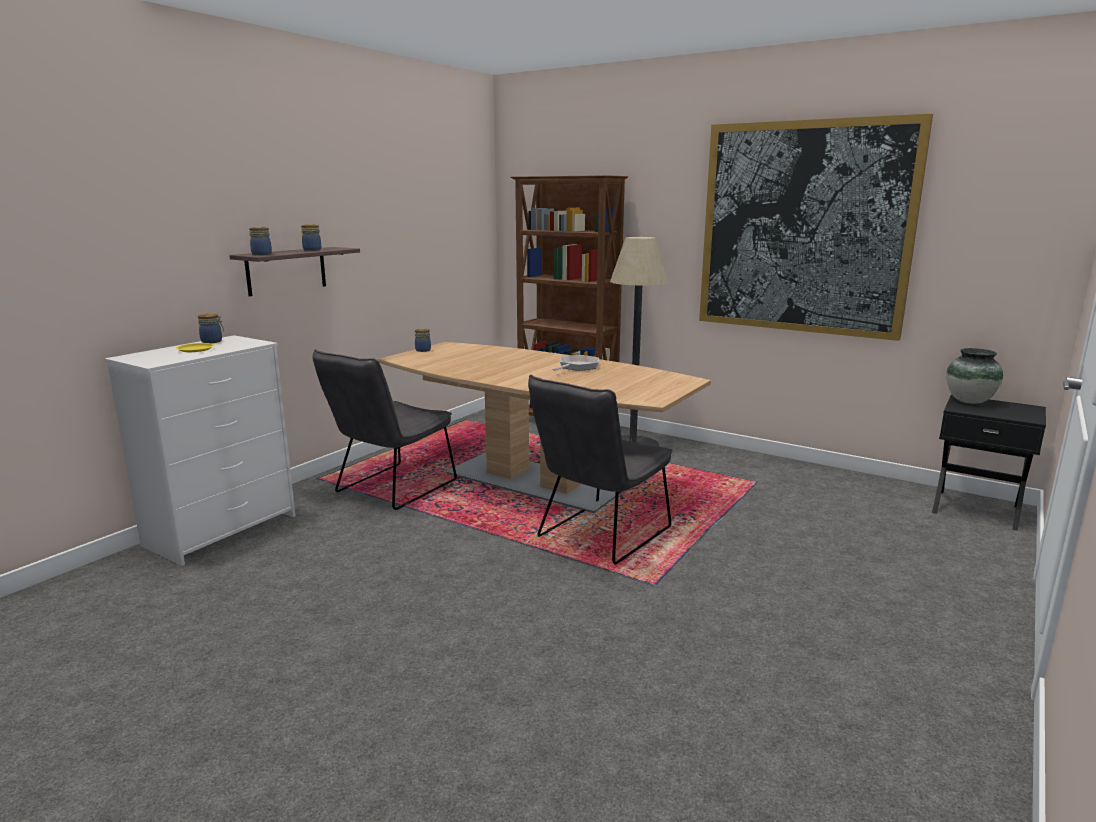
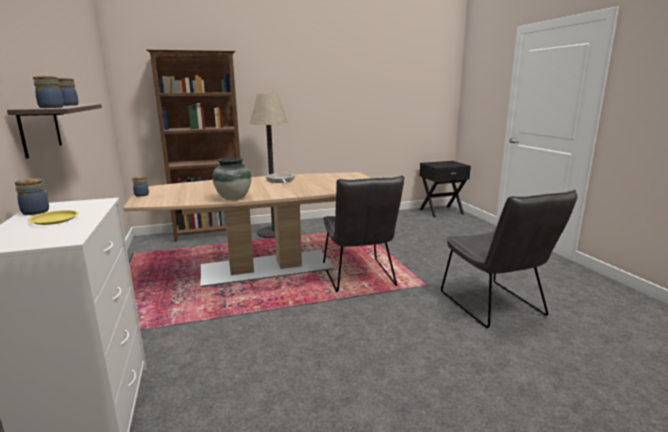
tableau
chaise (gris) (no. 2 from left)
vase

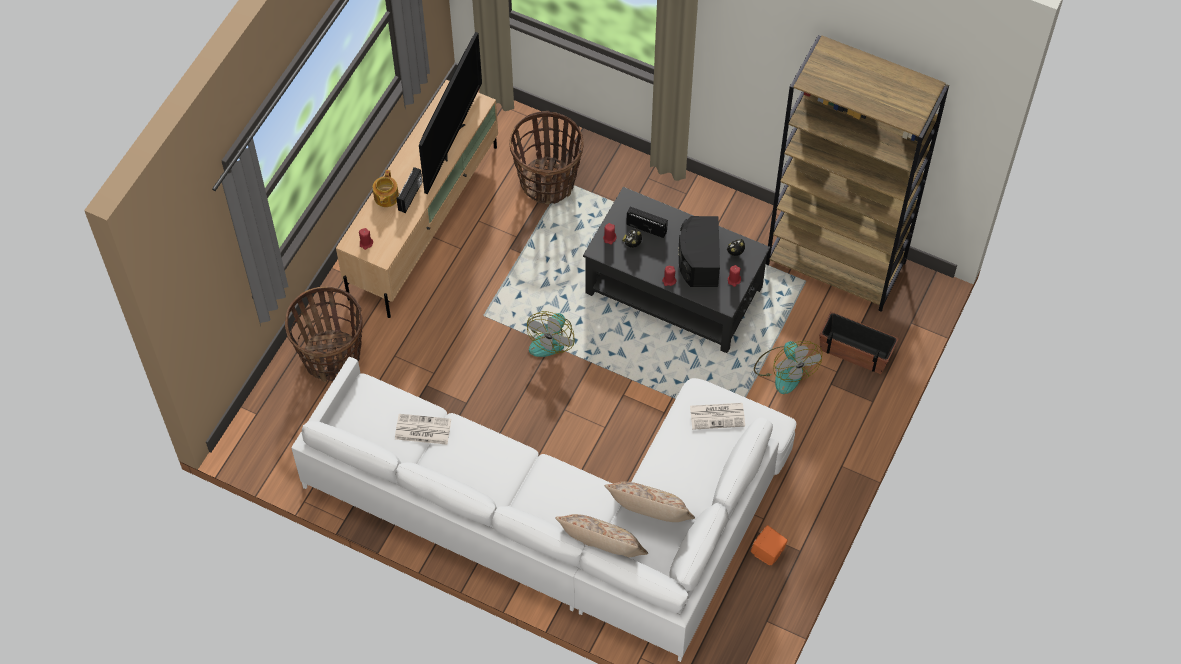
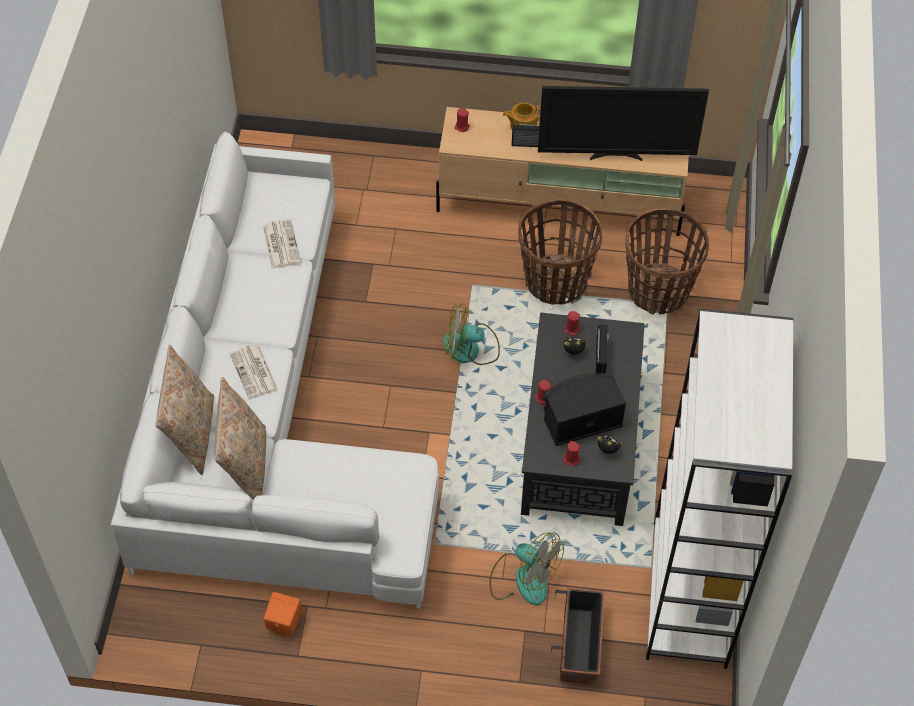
panier (no. 1 from left)
journal (no. 1 from left)
bibliothèque (blanc)
ventilateur (no. 2 from left)

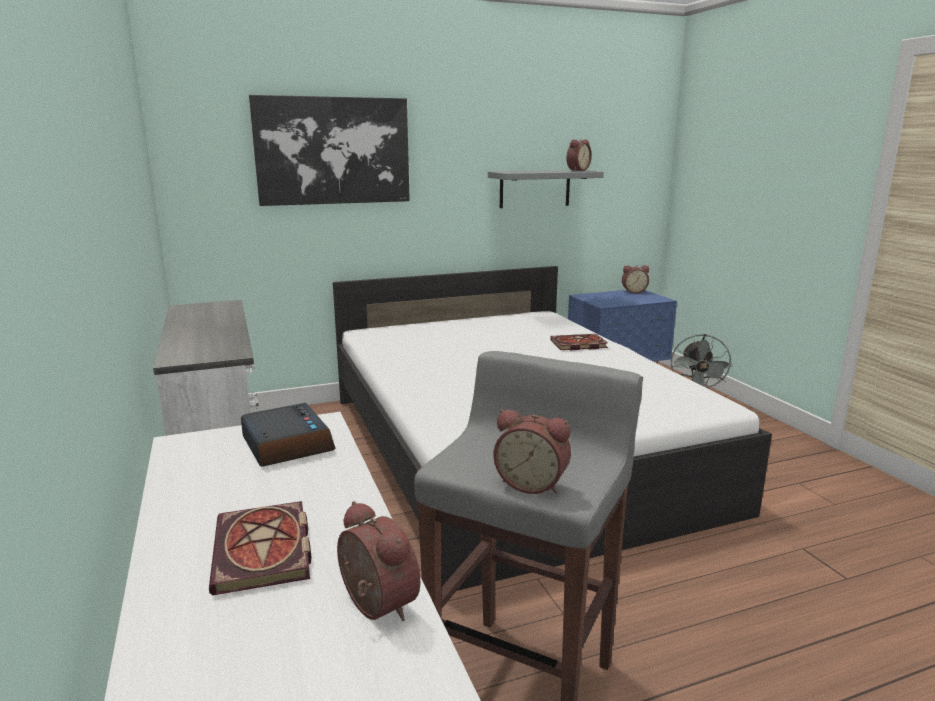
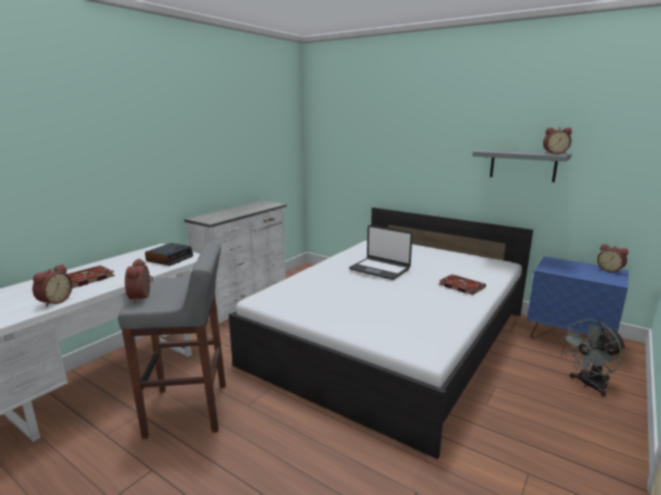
tableau
ordinateur portable

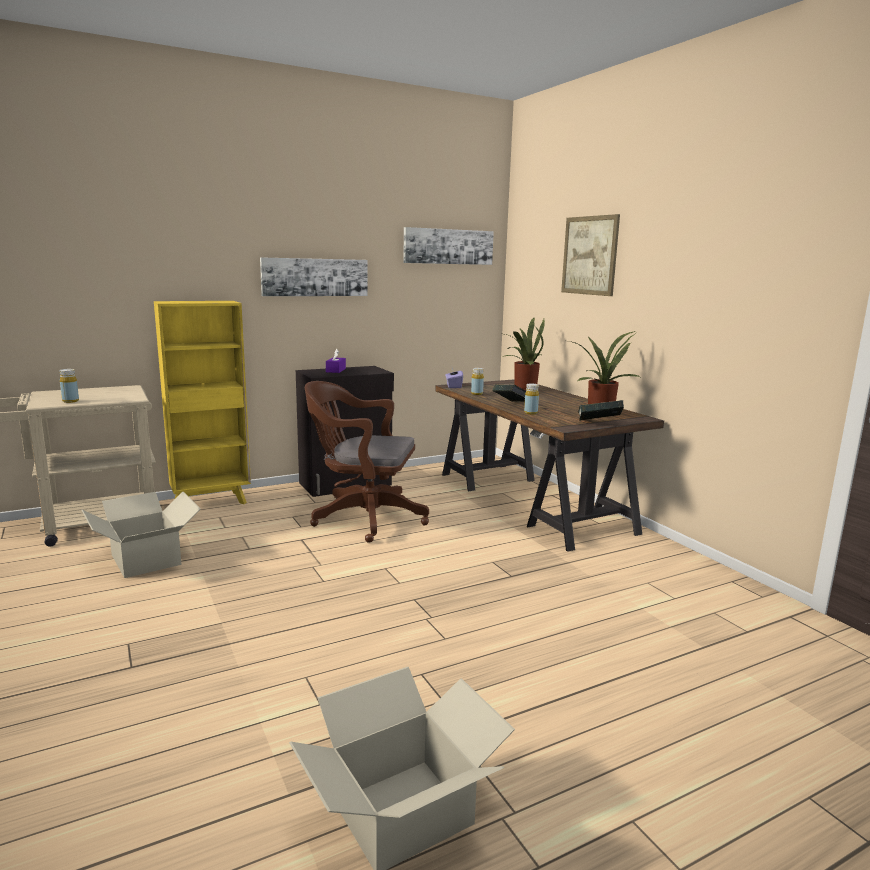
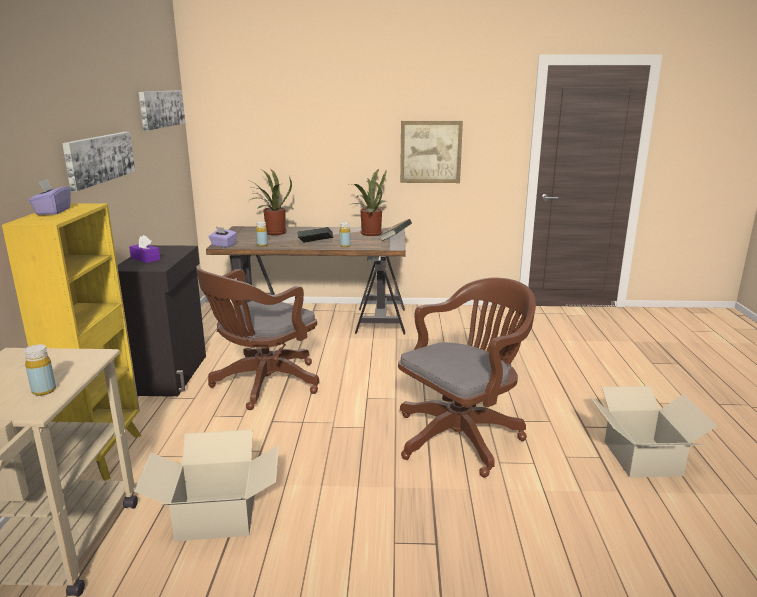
boîte à mouchoirs (violet) (no. 1 from left)
chaise de bureau (marron) (no. 2 from left)
tableau (no. 3 from left)

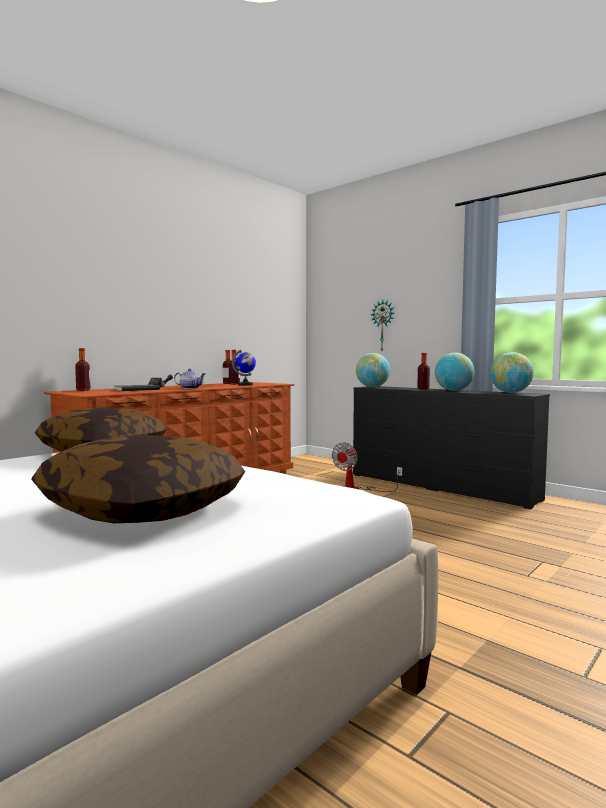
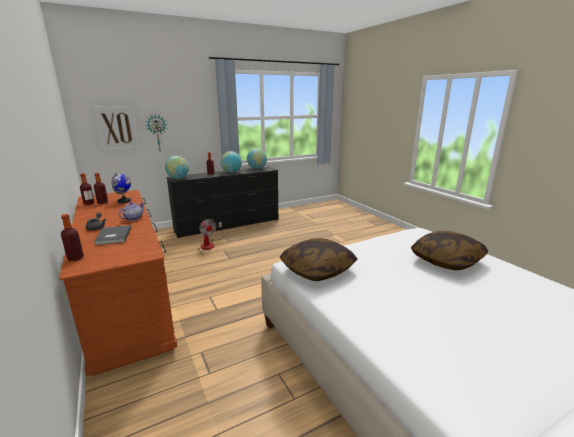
tableau

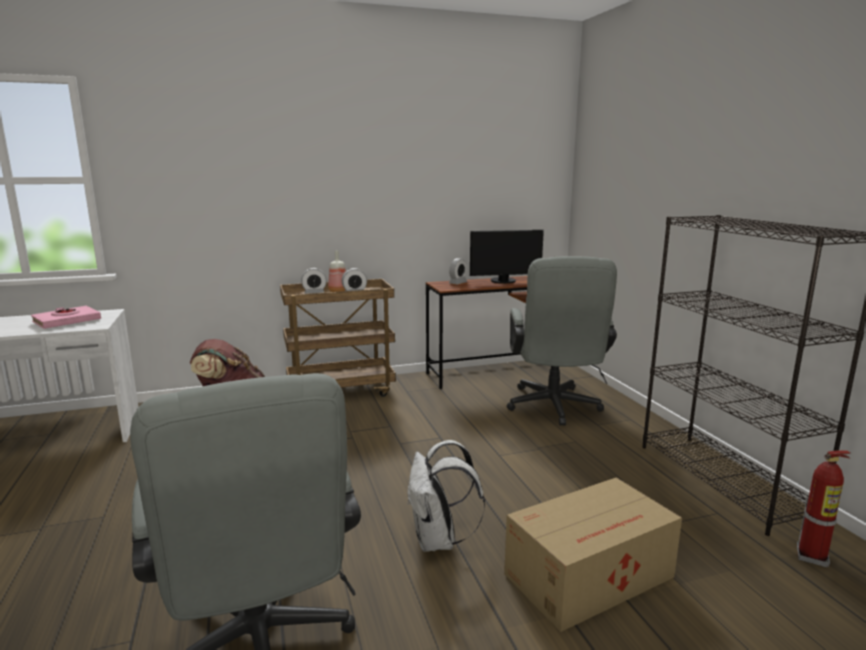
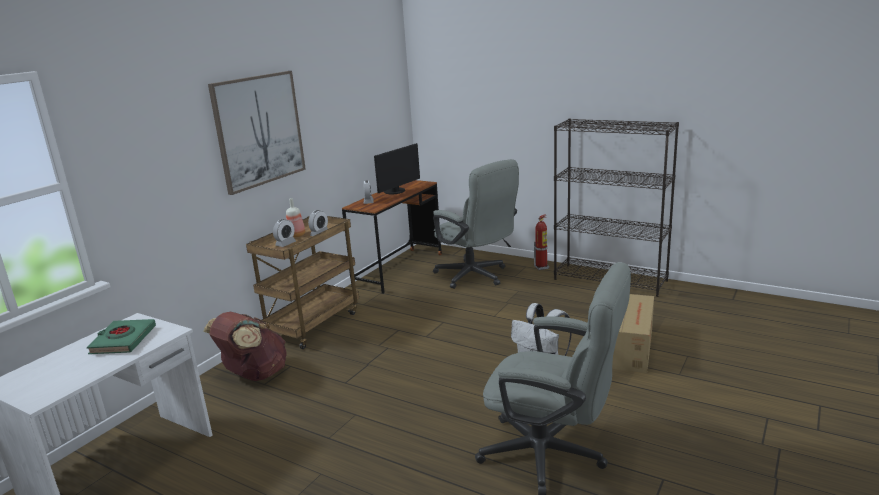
tableau
extincteur
livre (vert)

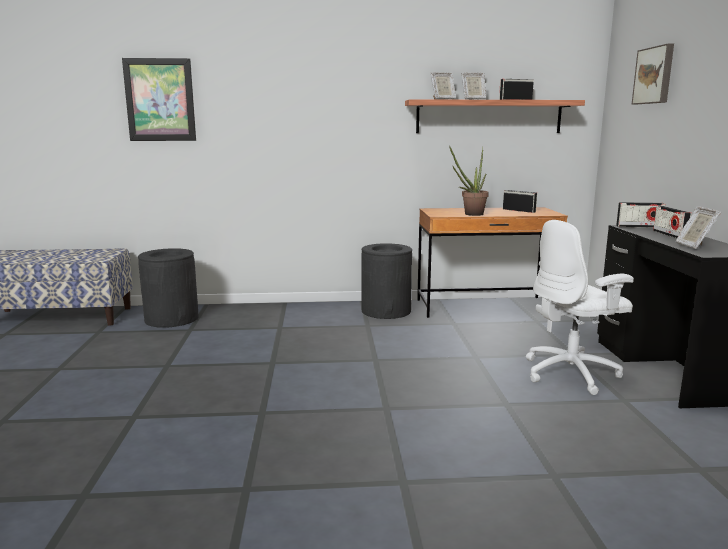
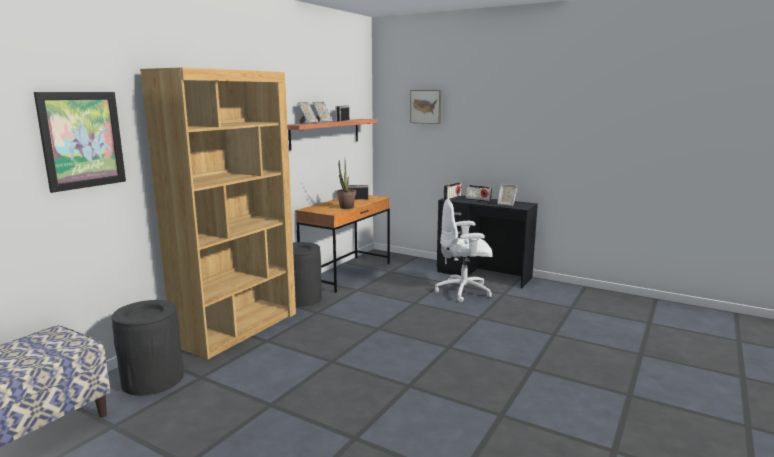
bibliothèque (marron)
chaise de bureau (blanc)

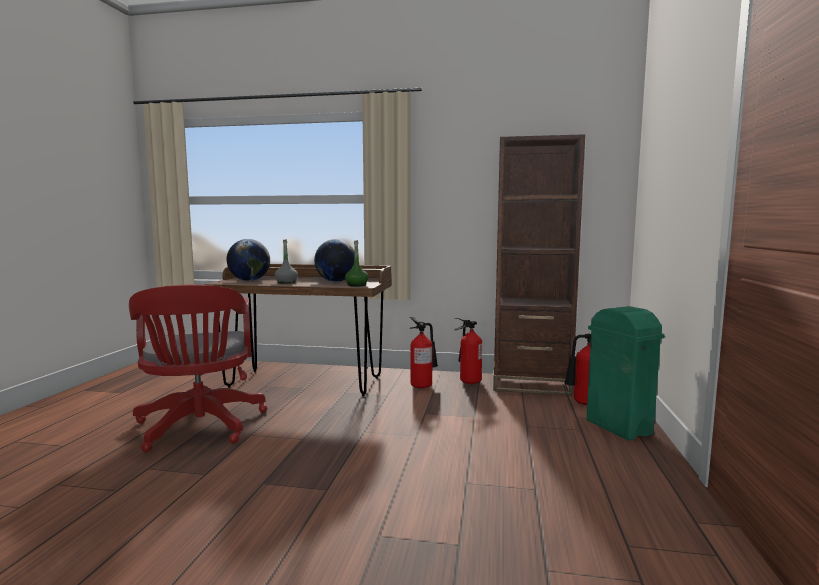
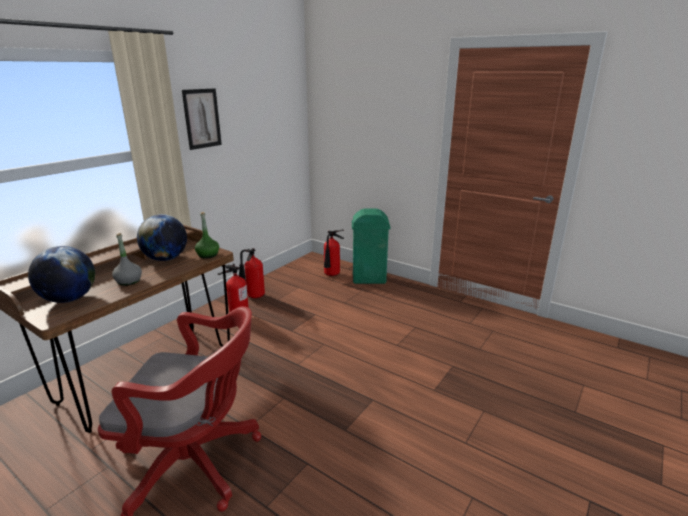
bibliothèque (marron)
tableau

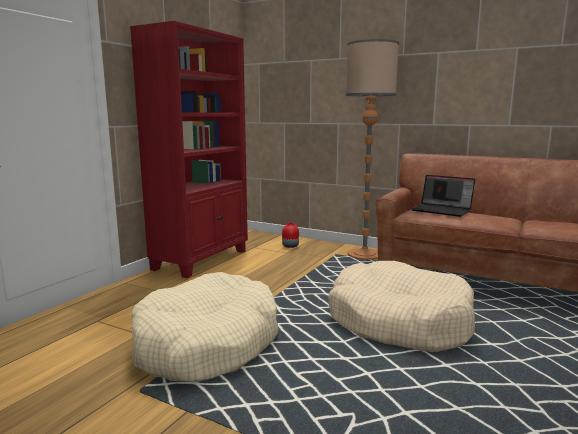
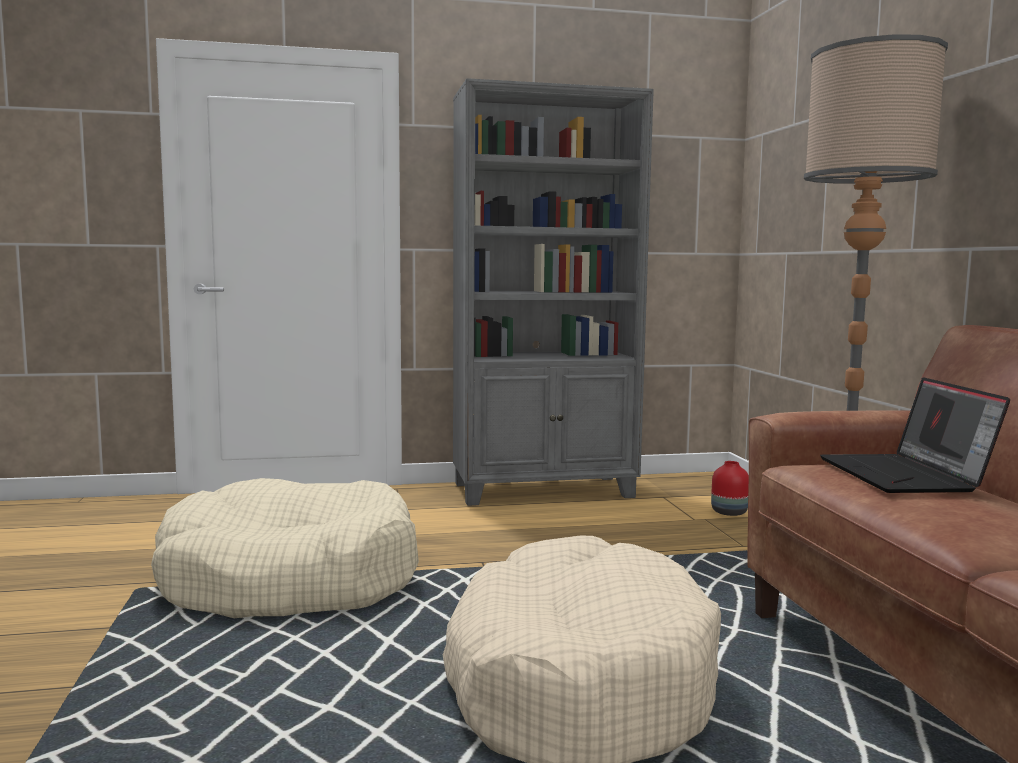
bibliothèque (gris)

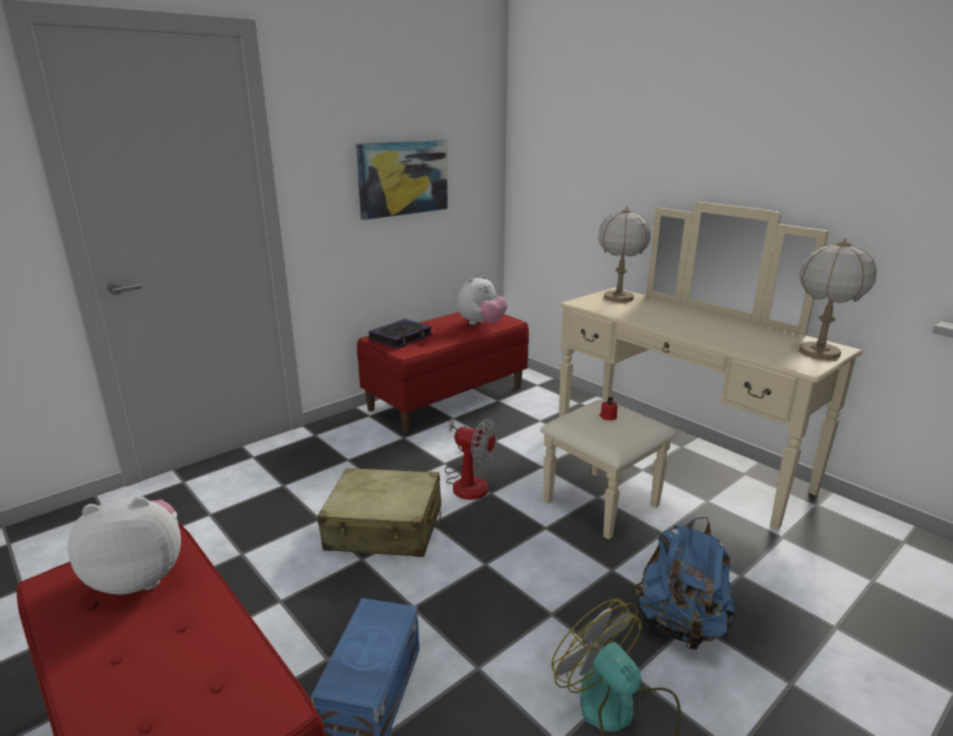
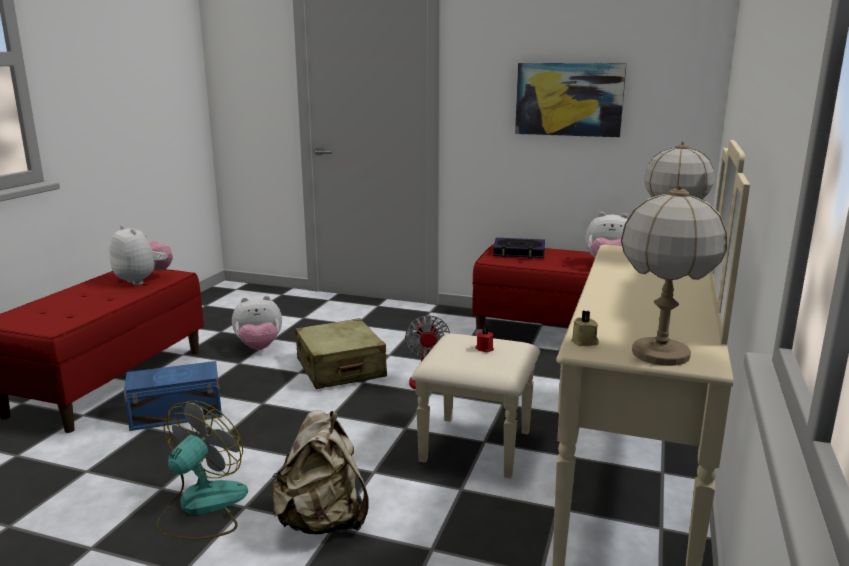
peluche (no. 2 from left)
bougie (beige)
sac à dos (beige)

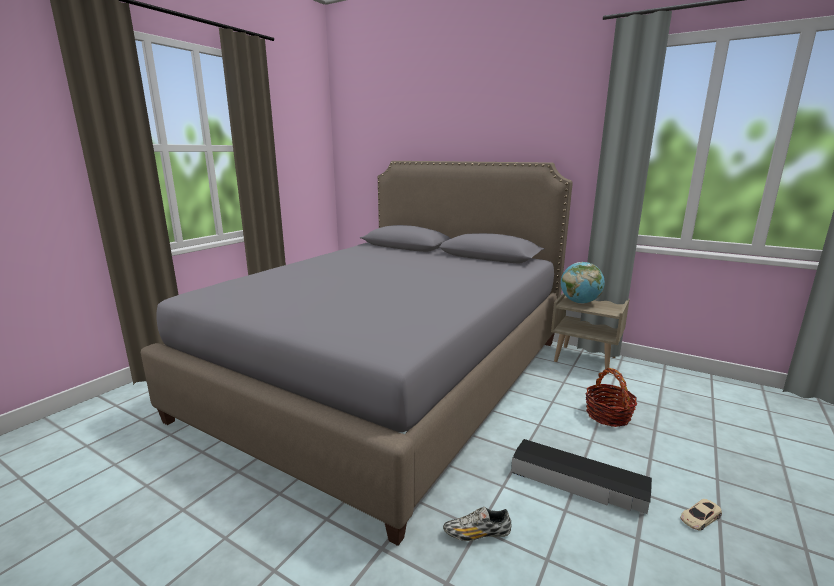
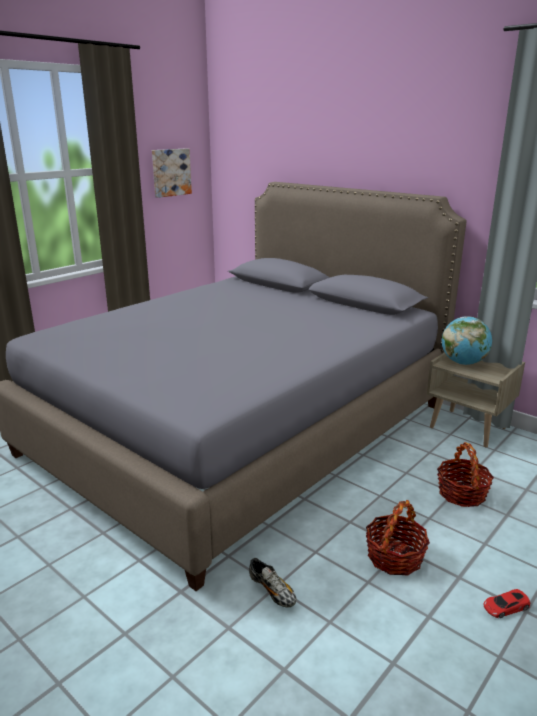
tableau
panier (no. 1 from left)
petite voiture (rouge)
chaussure

